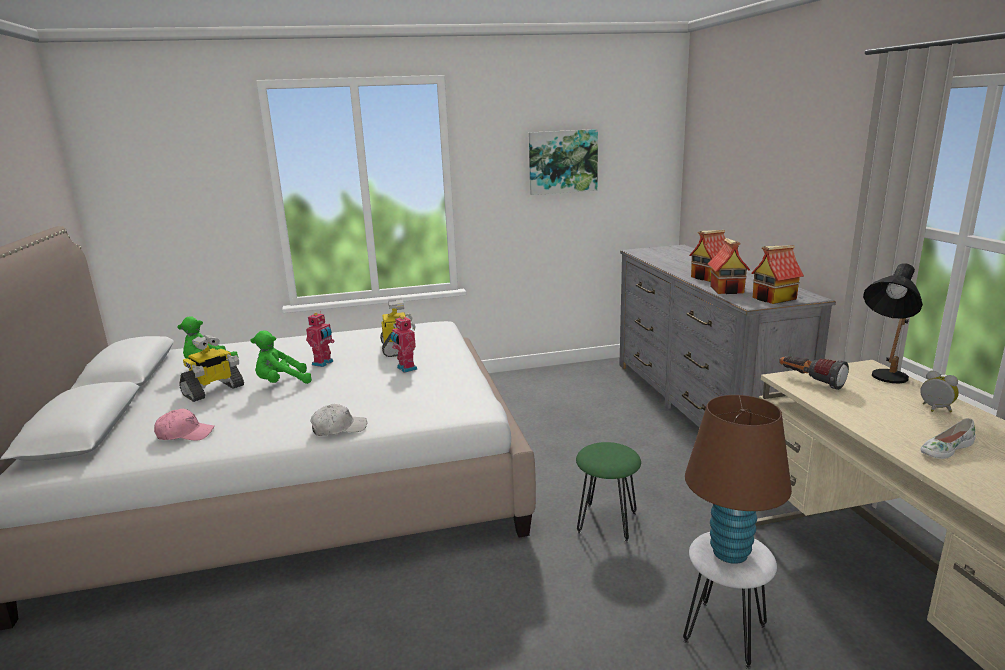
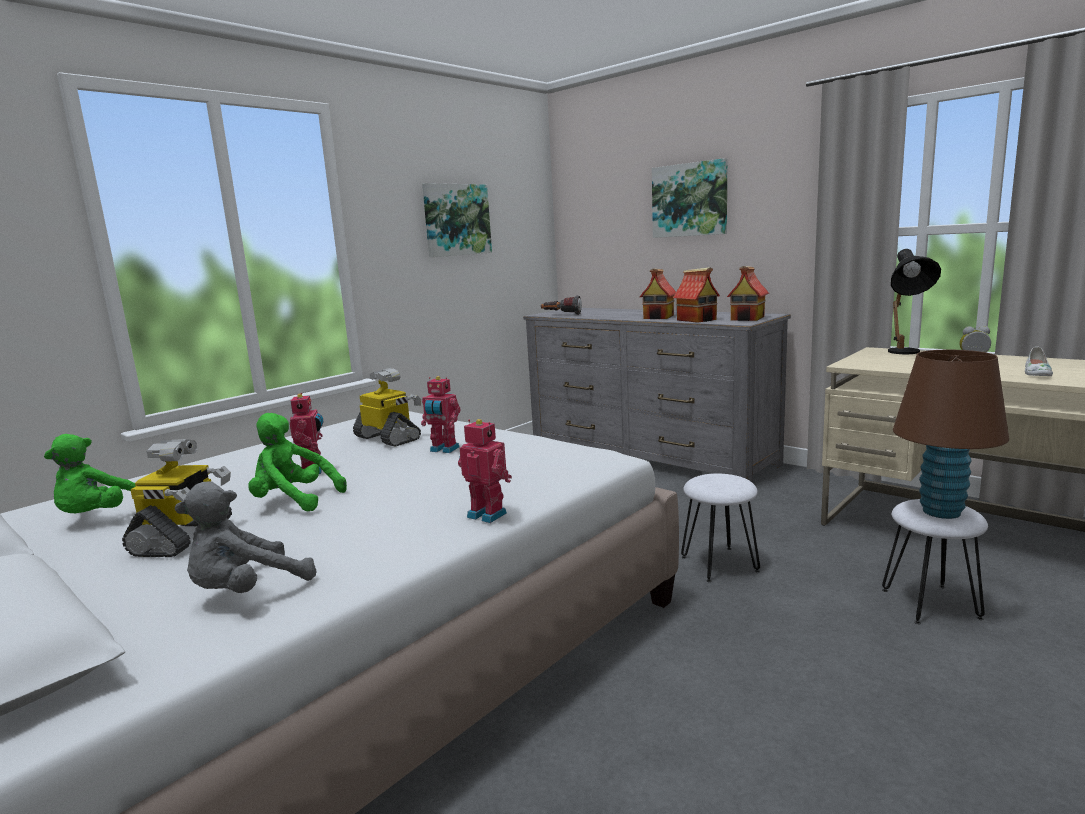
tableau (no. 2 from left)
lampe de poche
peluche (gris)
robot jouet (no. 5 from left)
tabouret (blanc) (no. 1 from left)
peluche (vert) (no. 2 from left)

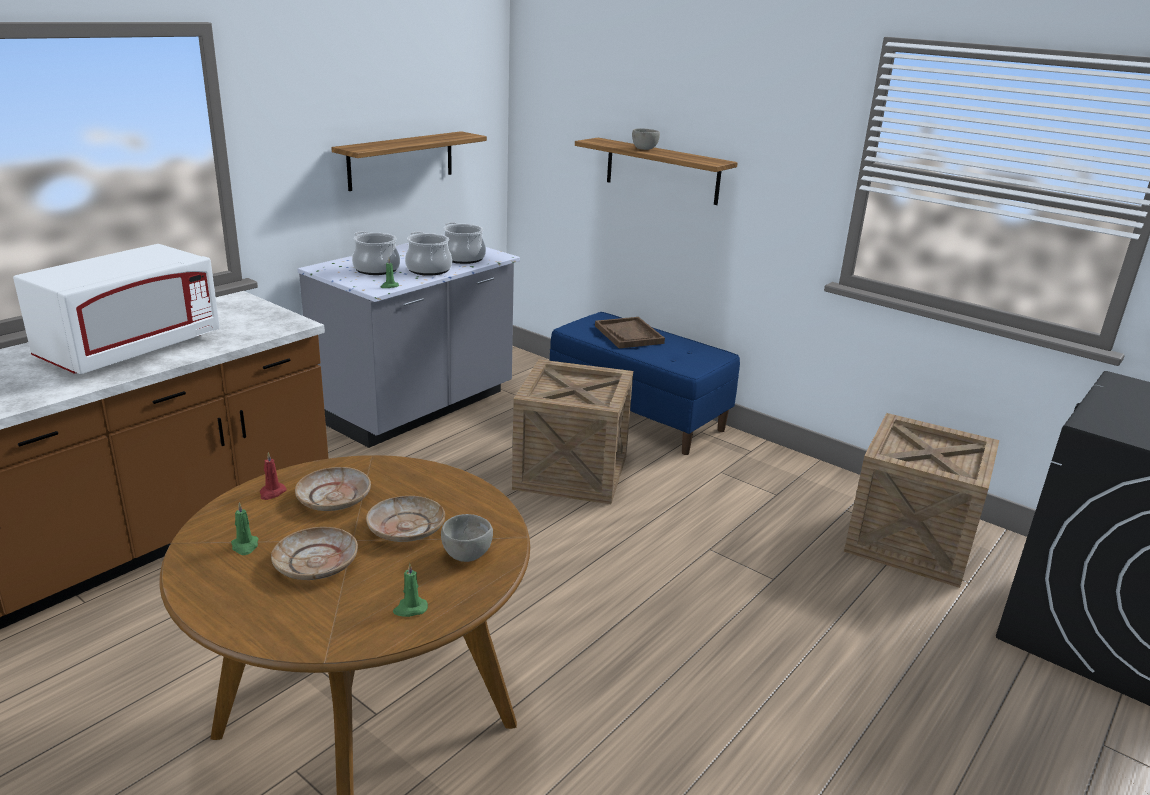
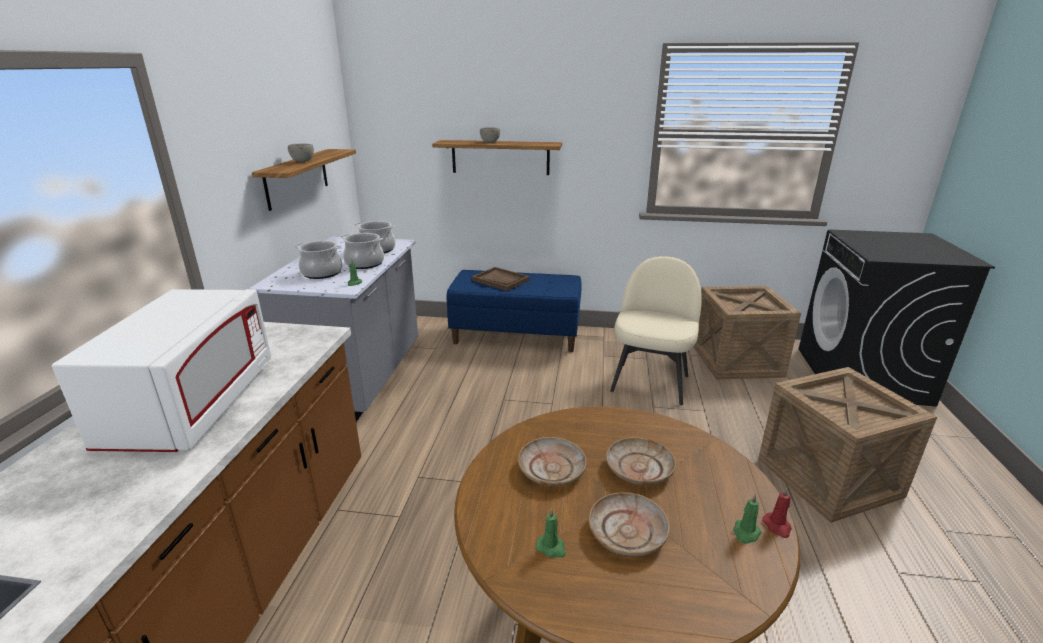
chaise (beige)
bougie (rouge)
bol (gris) (no. 1 from left)
caisse (no. 2 from left)

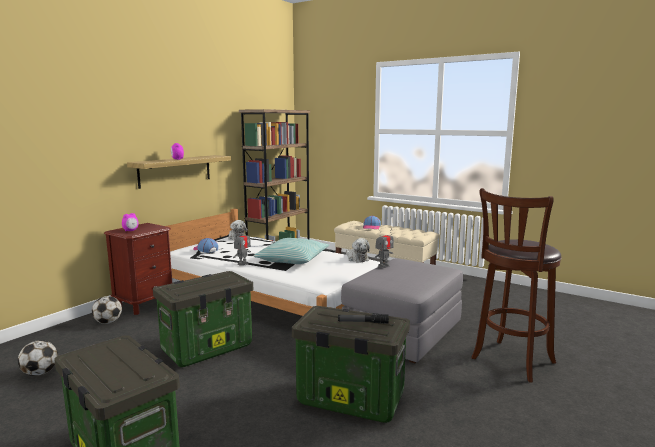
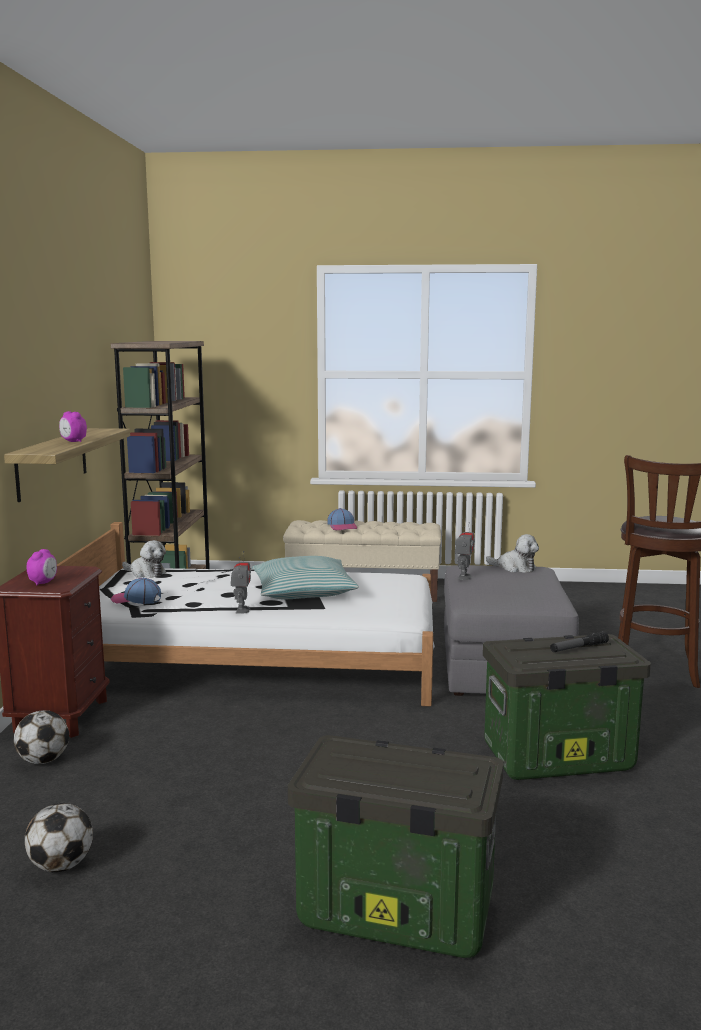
boîte de rangement (no. 2 from left in the first image)
peluche (no. 2 from left)

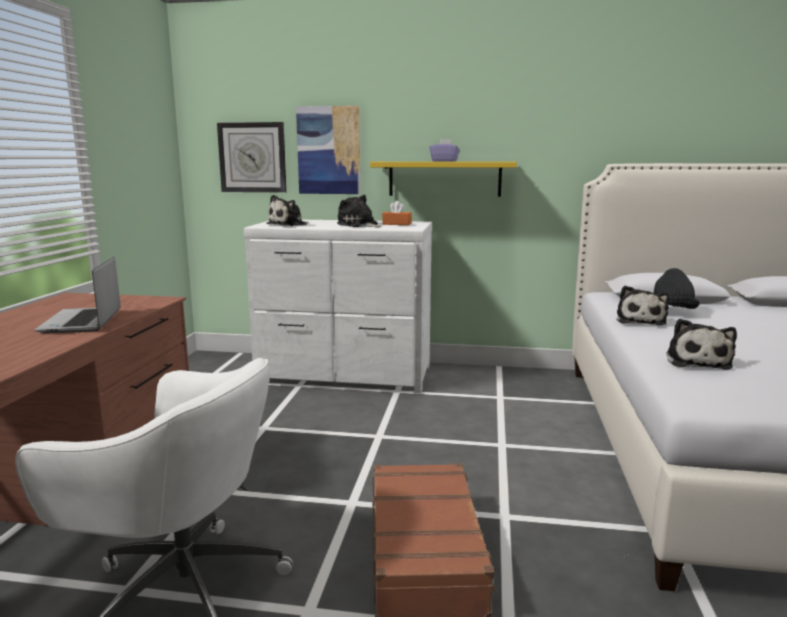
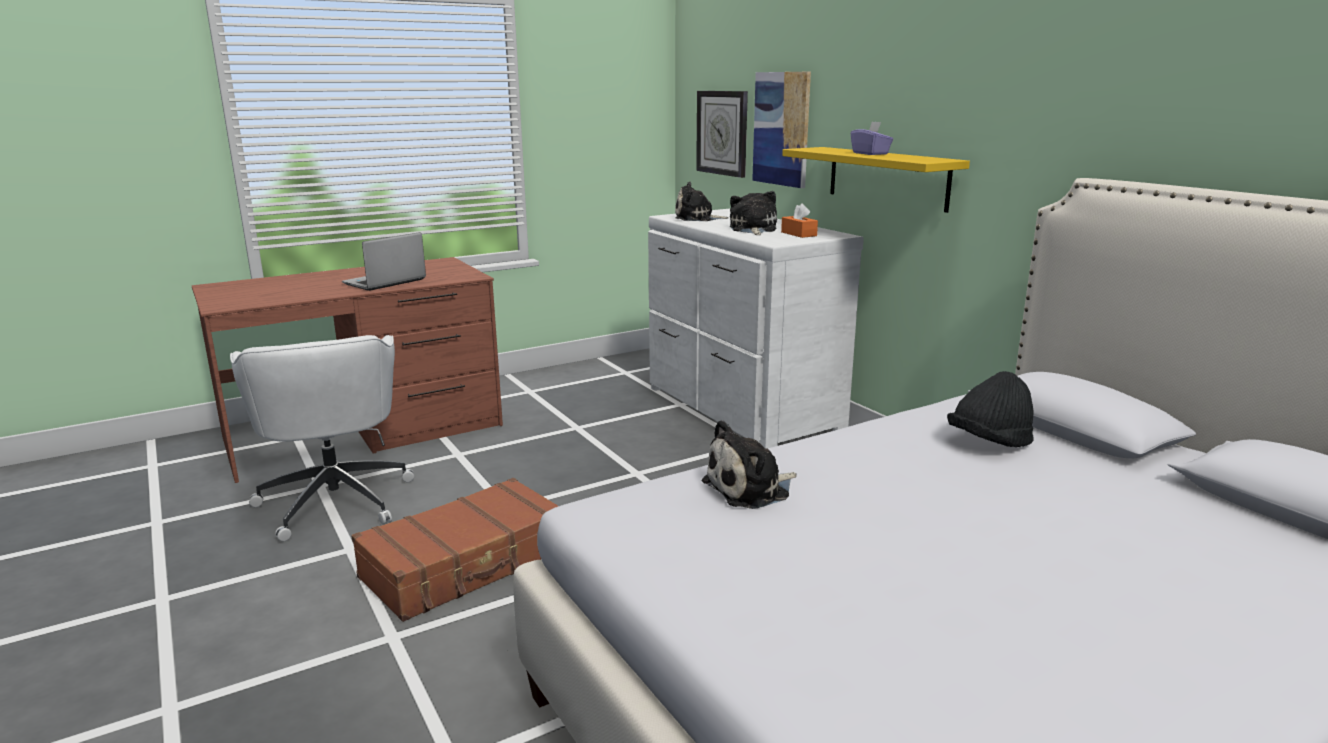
peluche (no. 3 from left in the first image)

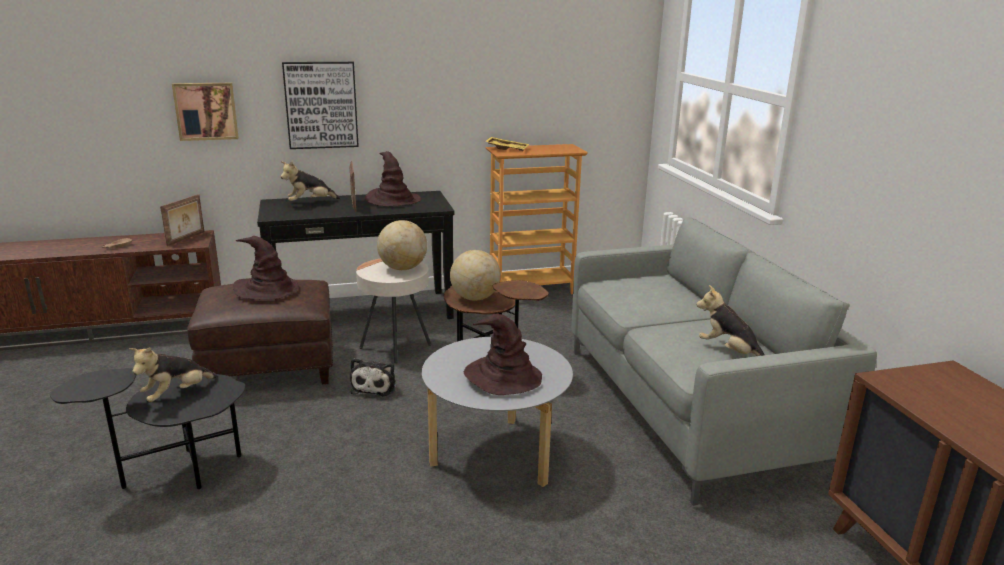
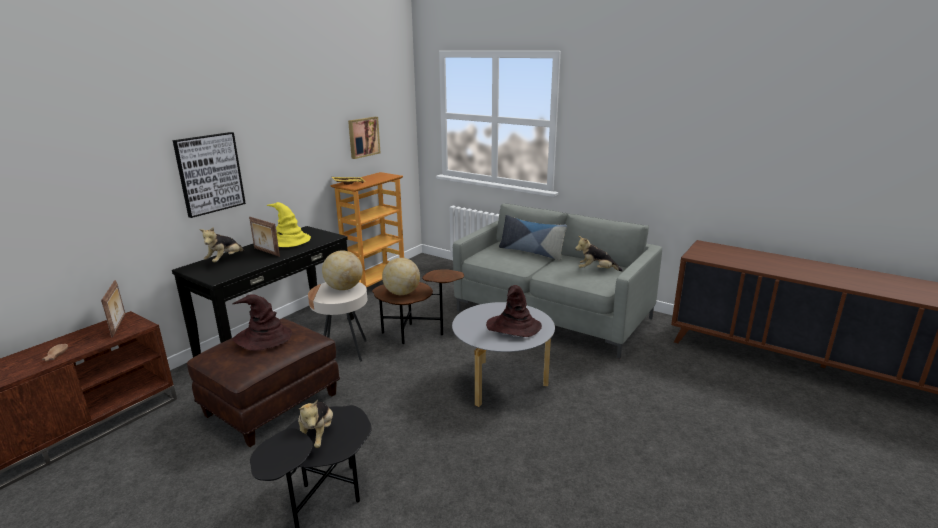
peluche (no. 3 from left in the first image)
coussin
tableau (no. 2 from left)
chapeau (jaune)

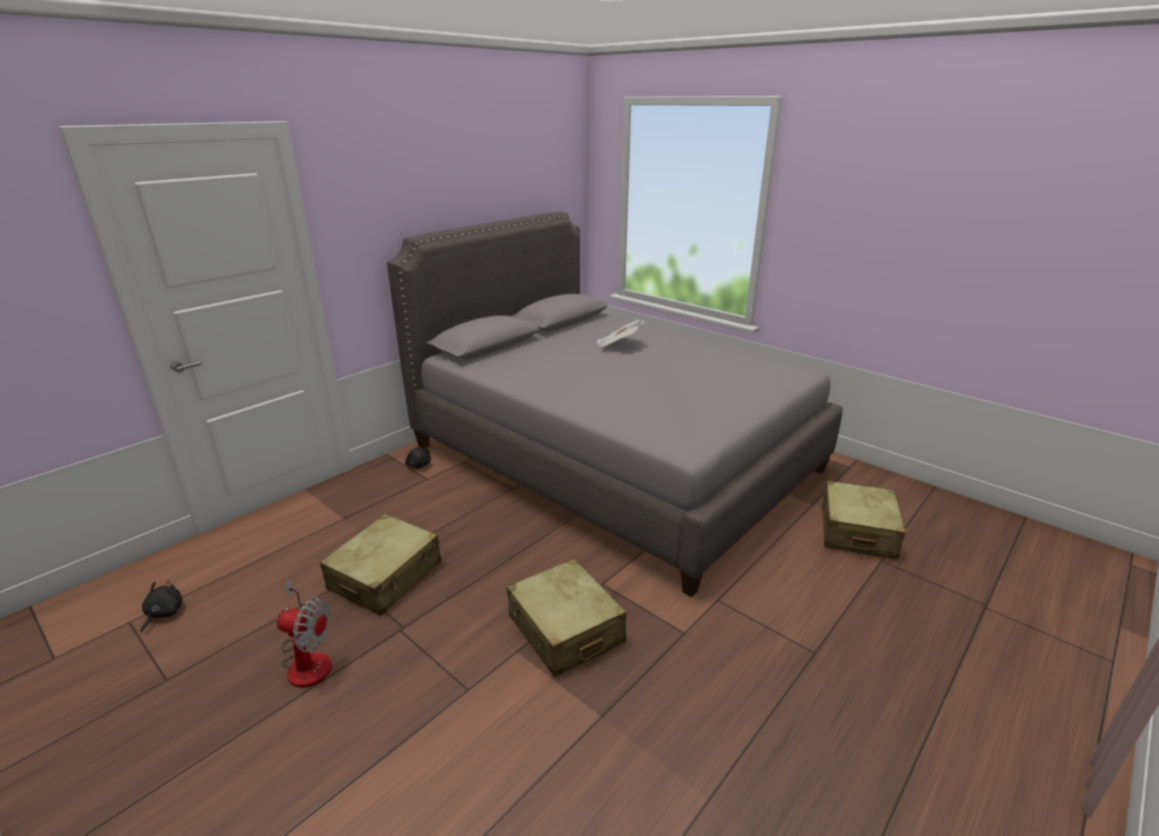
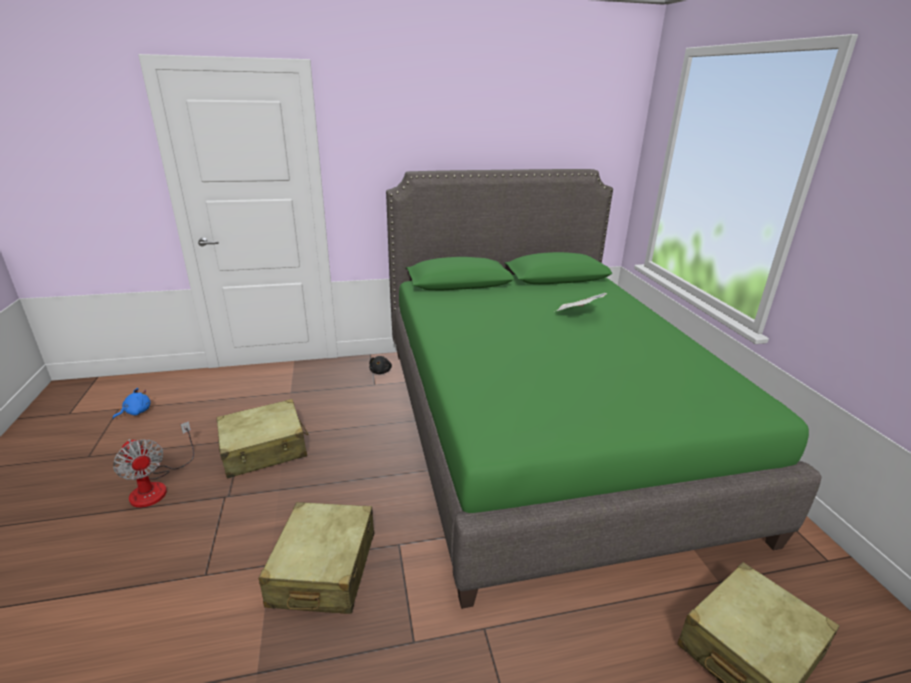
peluche (bleu)
lit (vert)

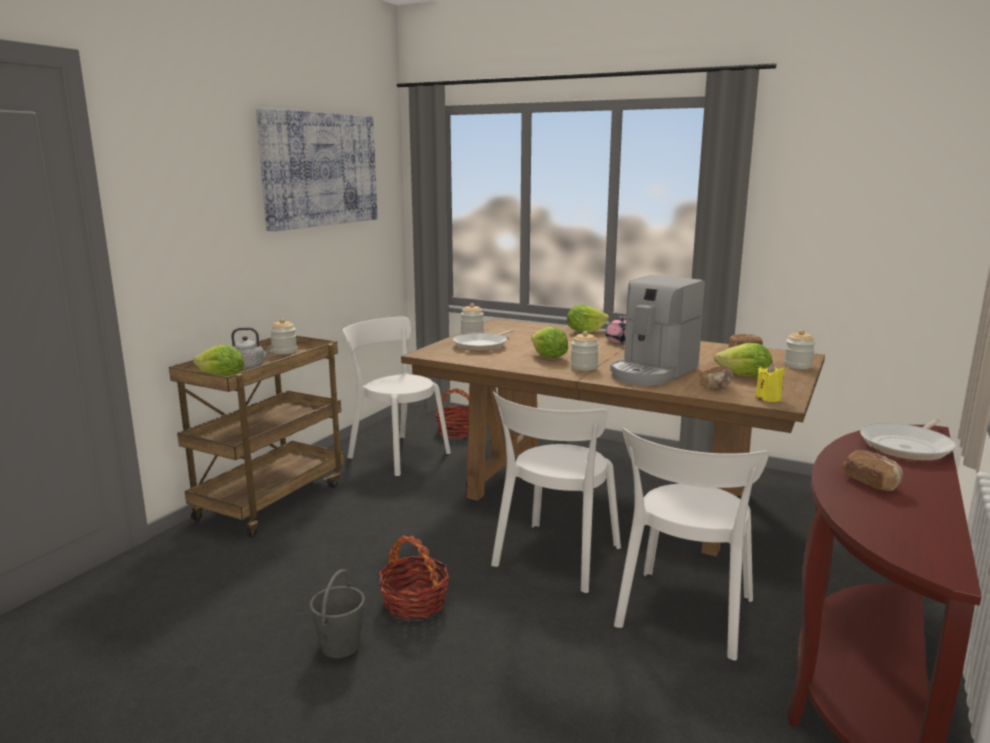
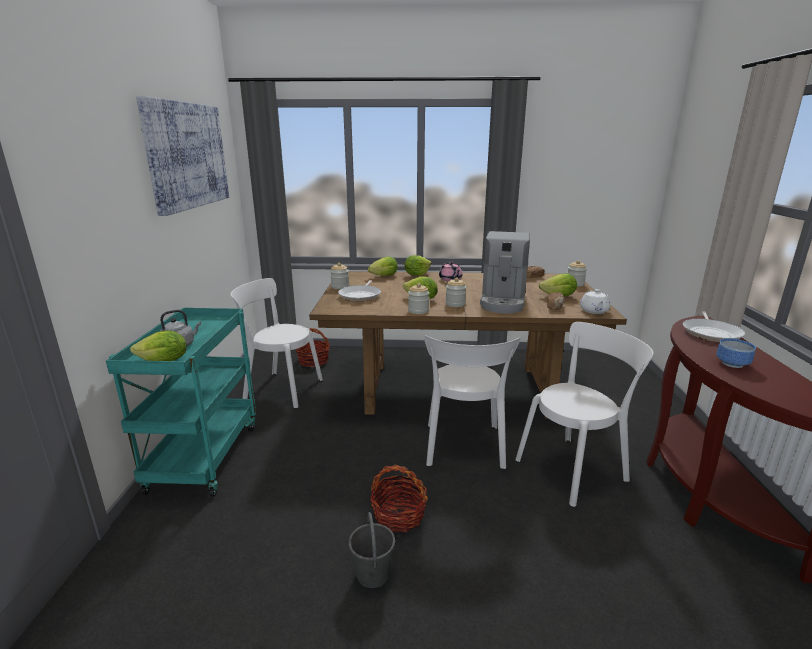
laitue (no. 2 from left)
bocal (no. 2 from left)
théière (blanc)
bol
chariot (turquoise)
chaise (blanc) (no. 3 from left)

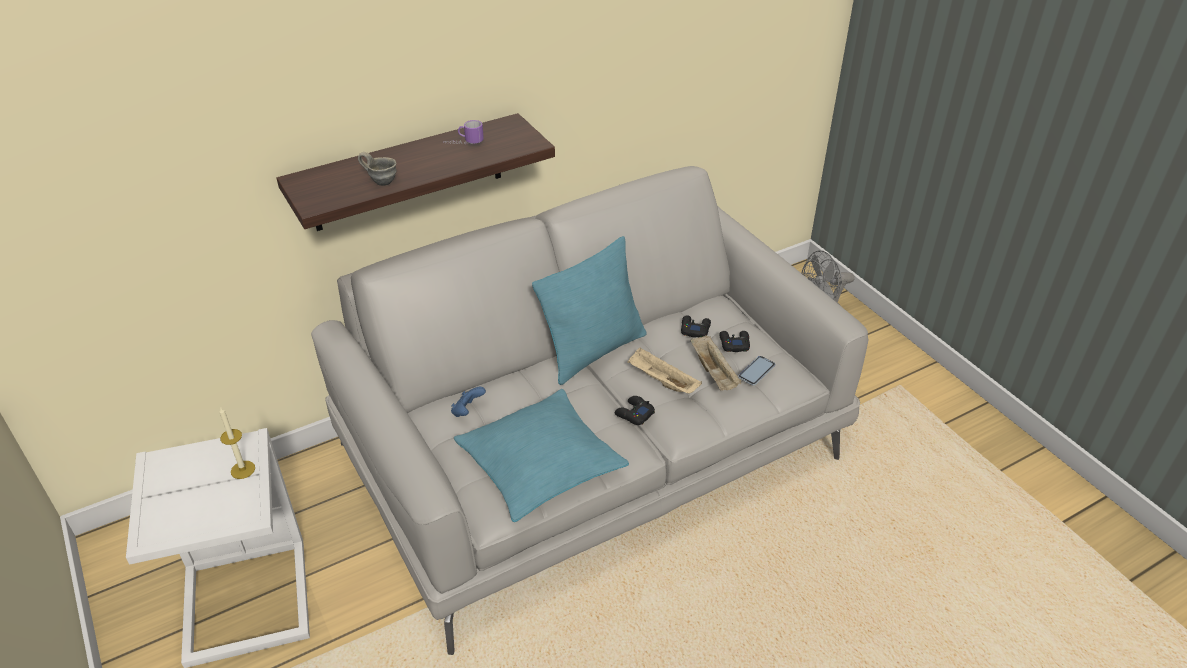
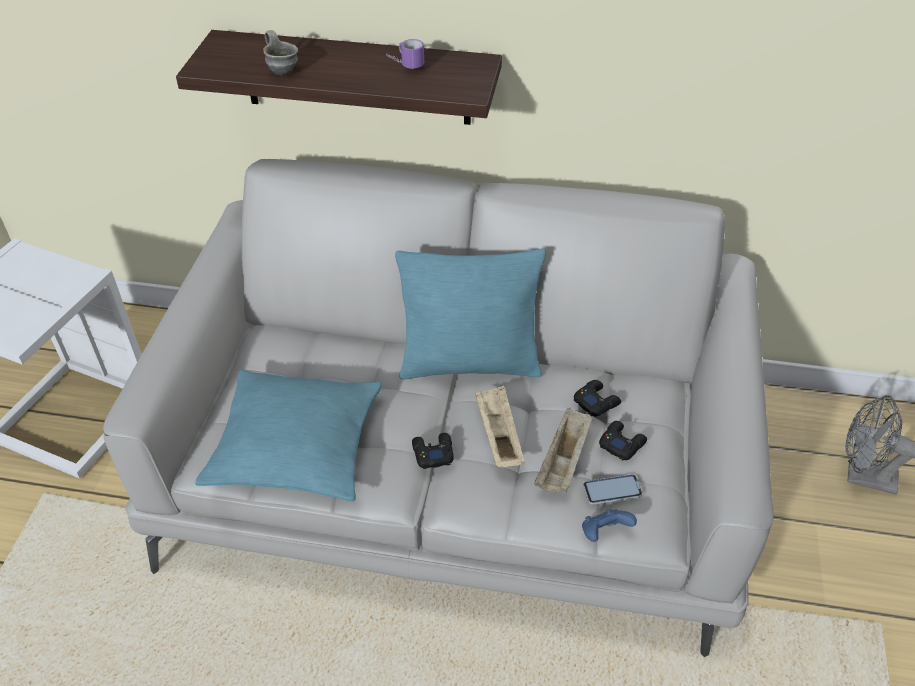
bougie
manette (bleu)

